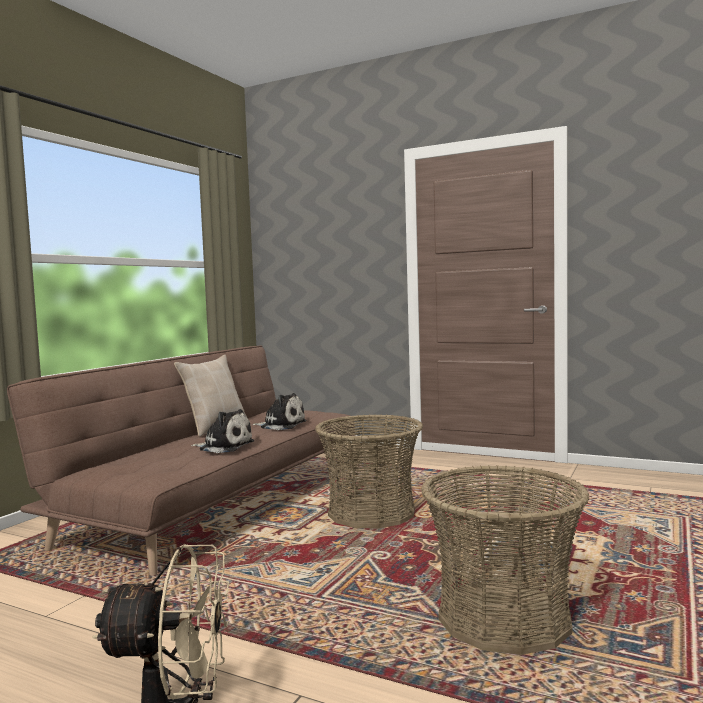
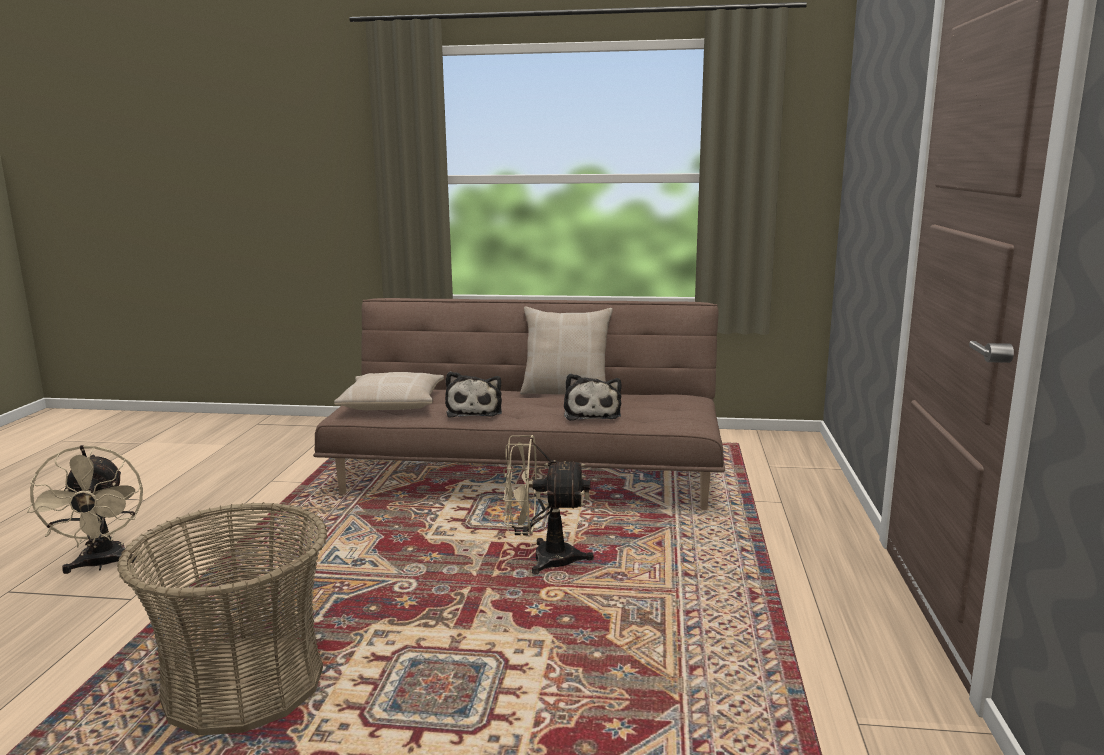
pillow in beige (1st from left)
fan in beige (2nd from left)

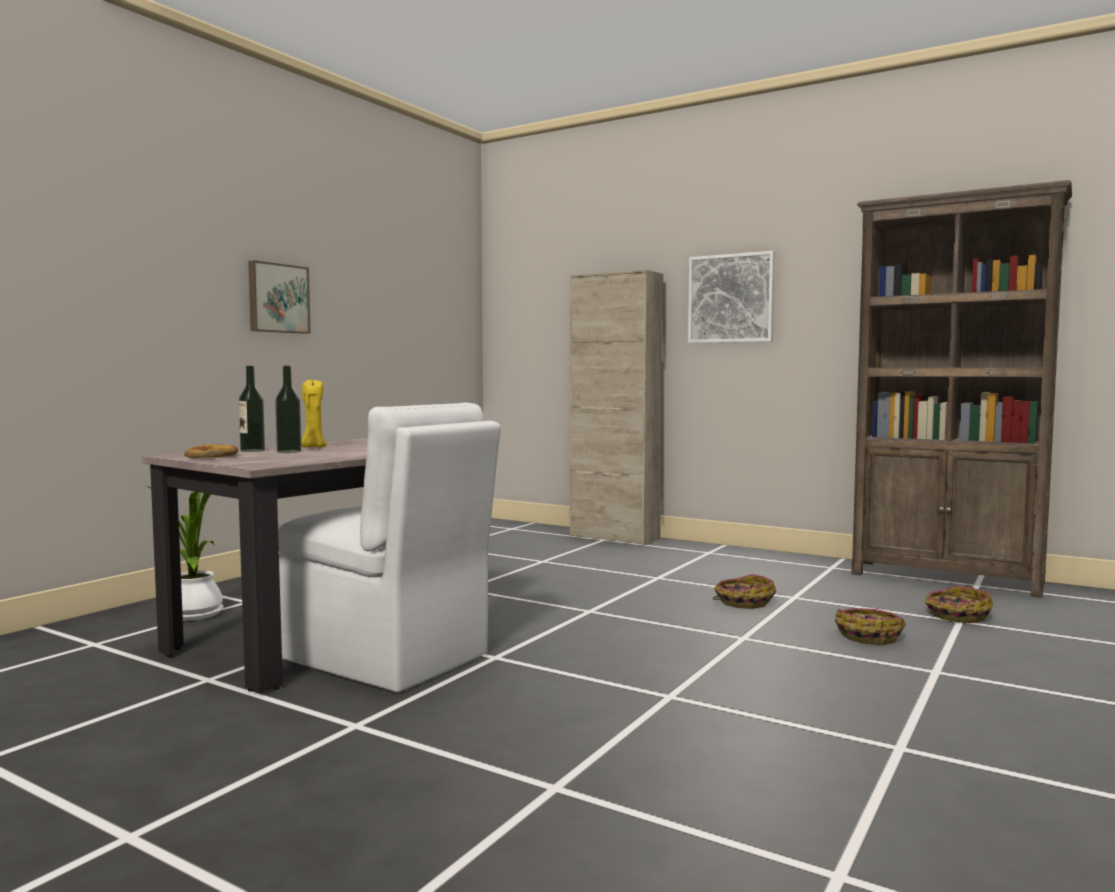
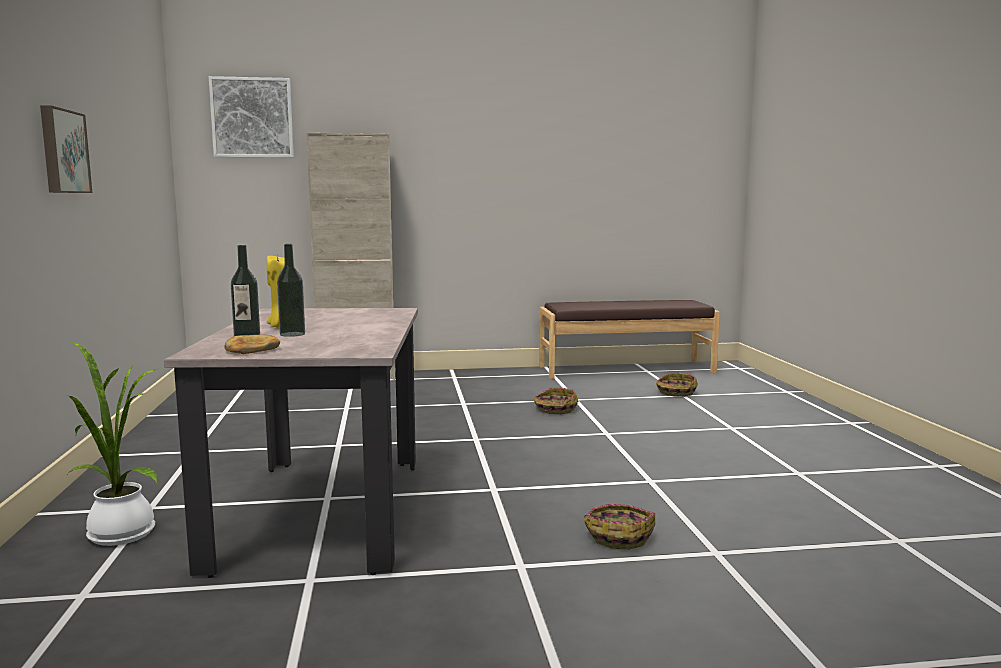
picture (2nd from left)
bench in brown
basket (2nd from left)
chair in white

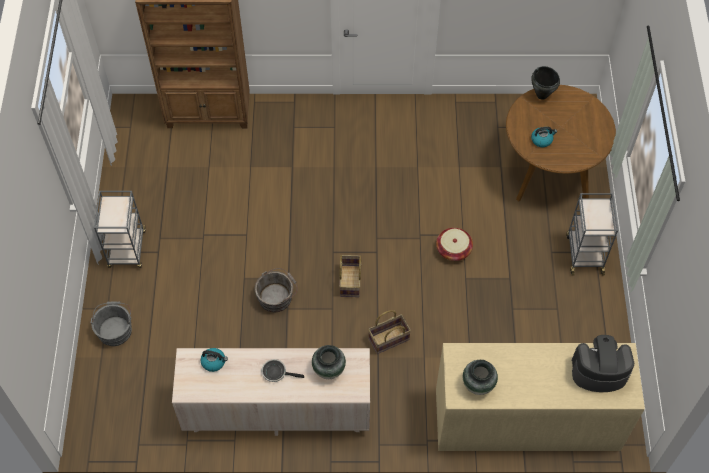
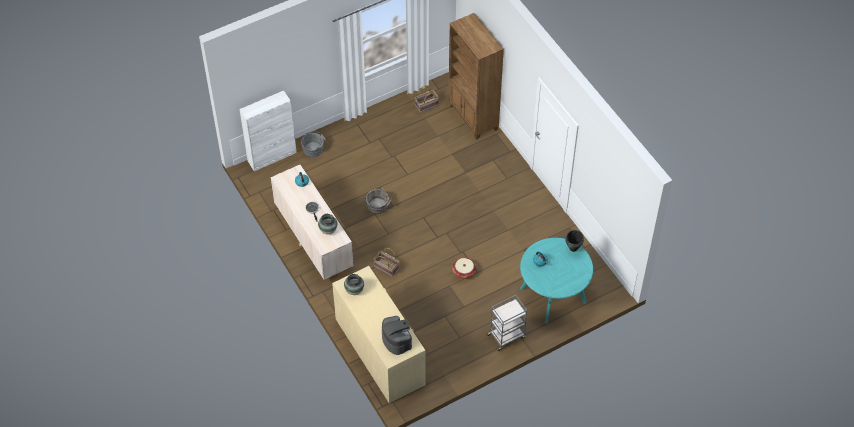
cabinet in white
basket (2nd from left)
dining table in turquoise
cart in grey (1st from left in the first image)

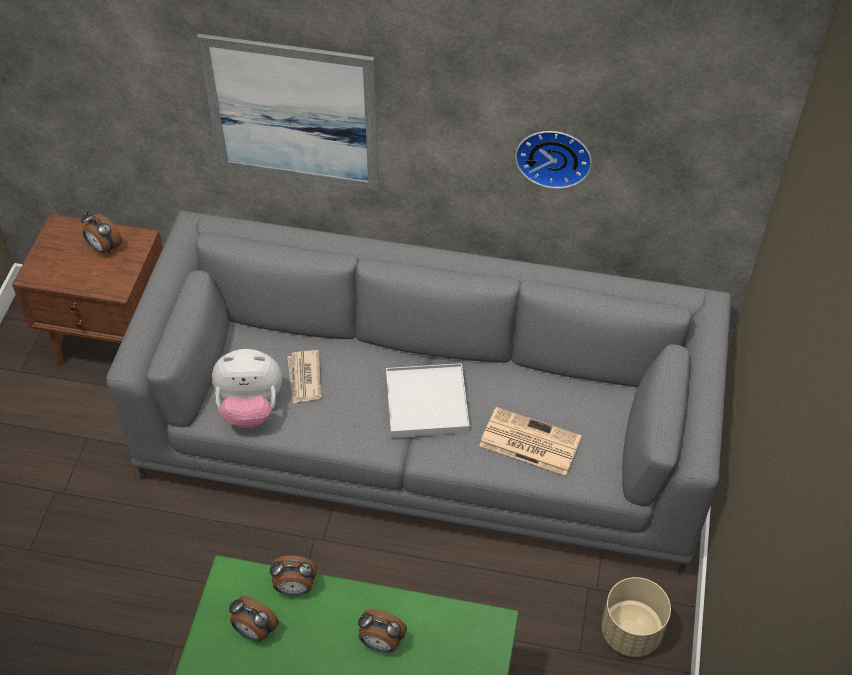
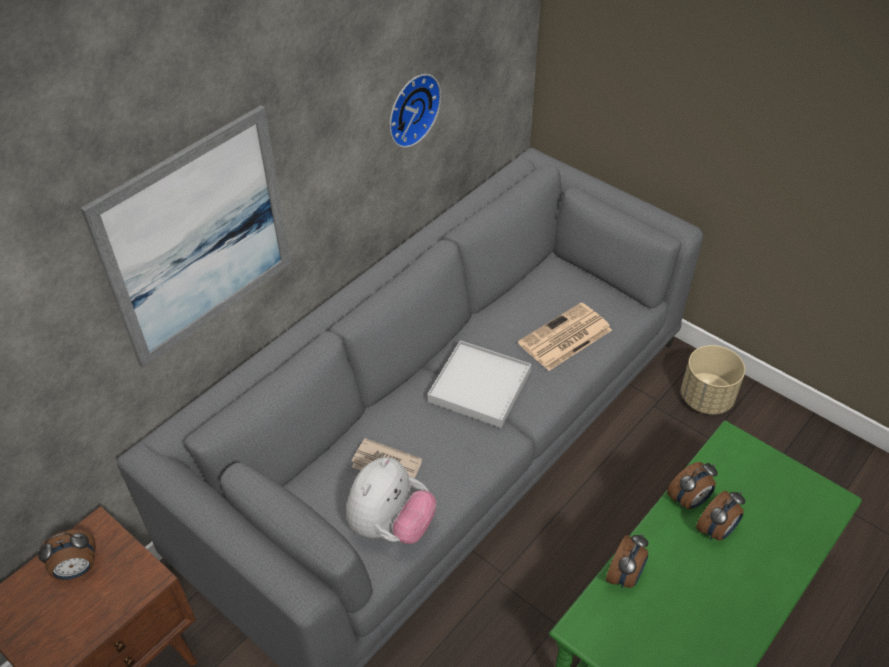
alarm clock (3rd from left)

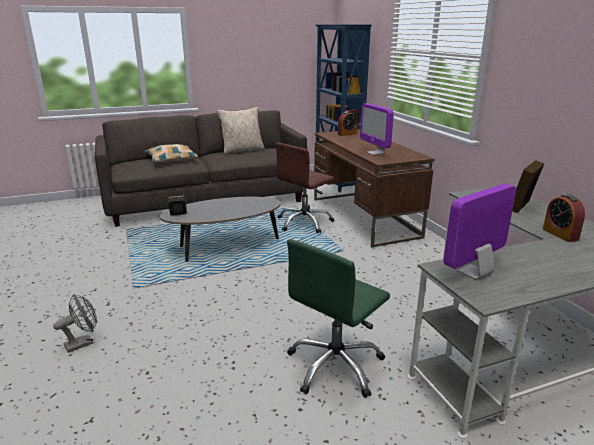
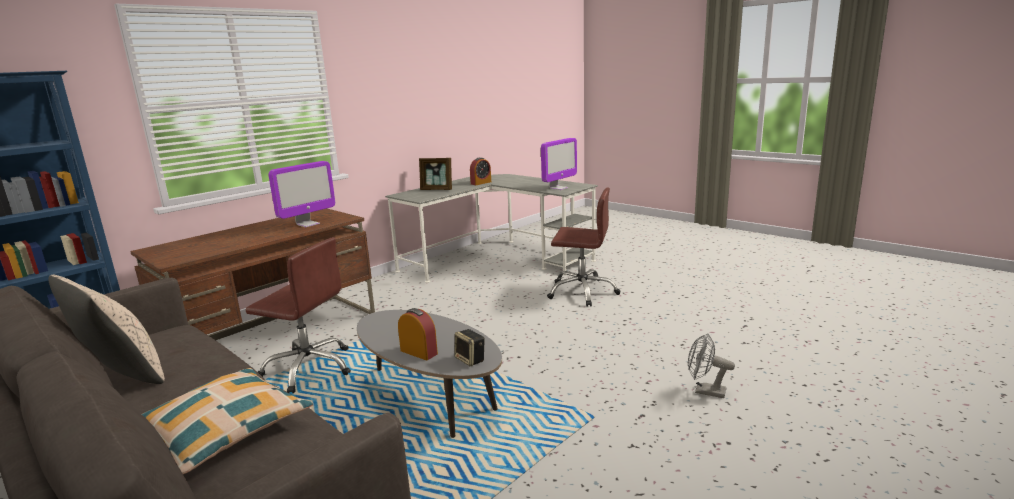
alarm clock (1st from left)
monitor (2nd from left)
office chair in brown (2nd from left)

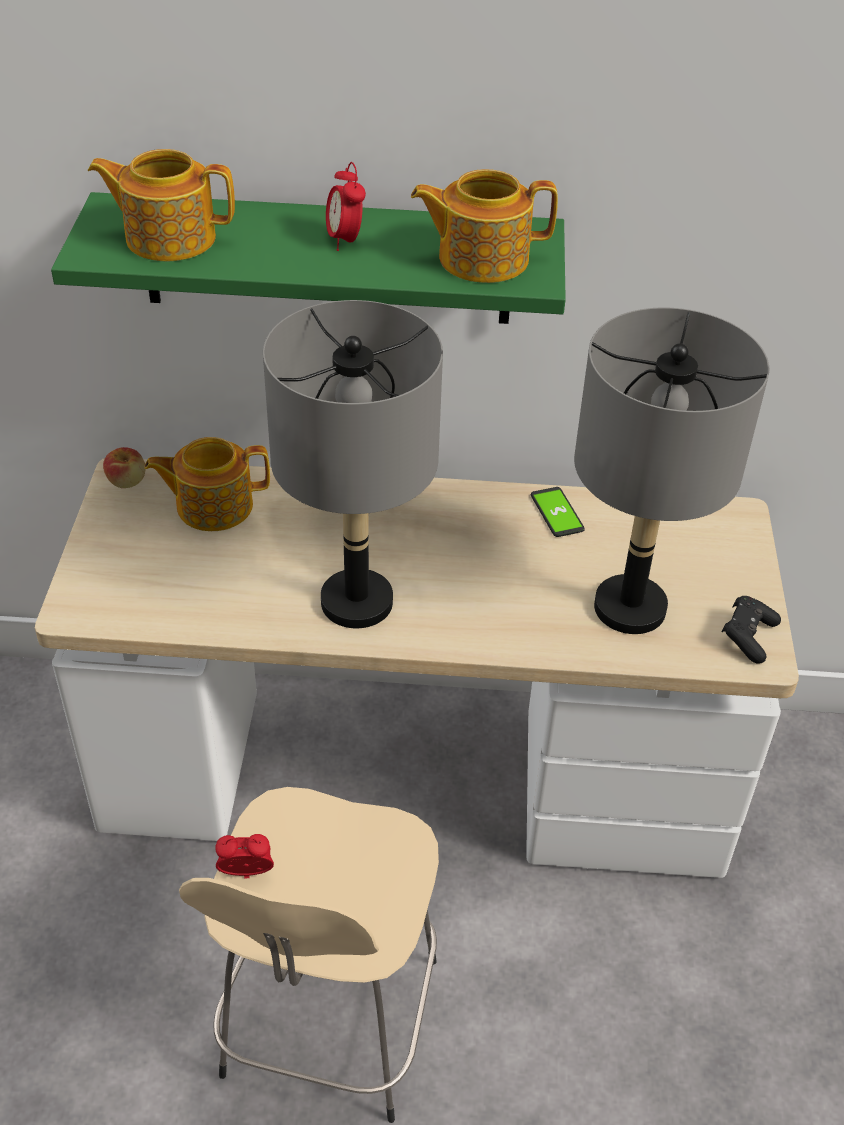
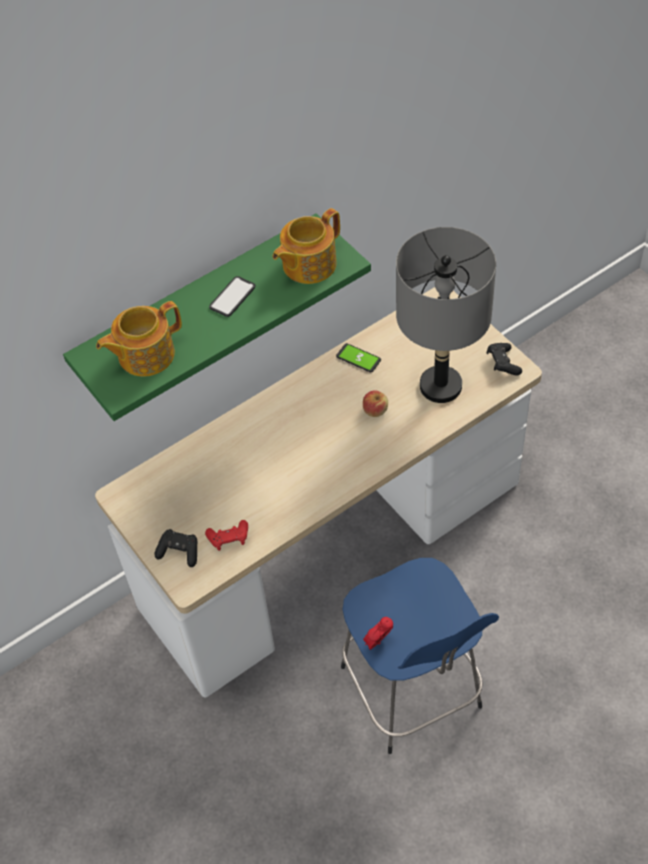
game controller in black (1st from left)
game controller in red
phone (1st from left)
stool in blue
apple
teapot (2nd from left in the first image)
table lamp in grey (1st from left in the first image)

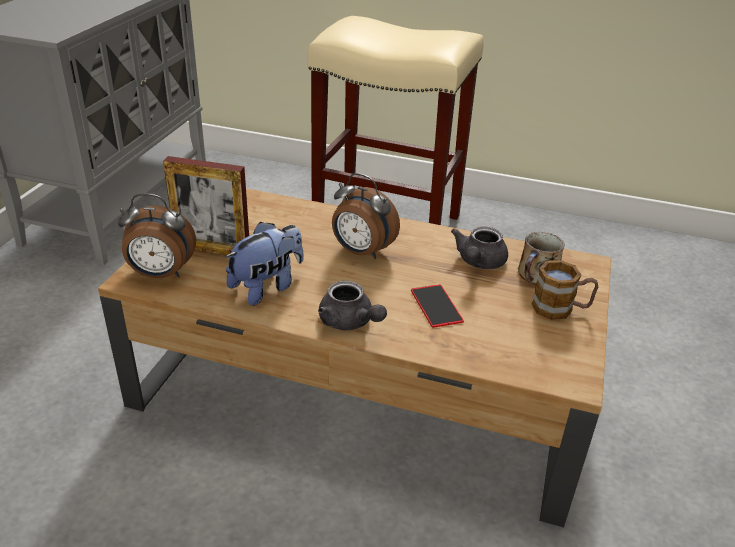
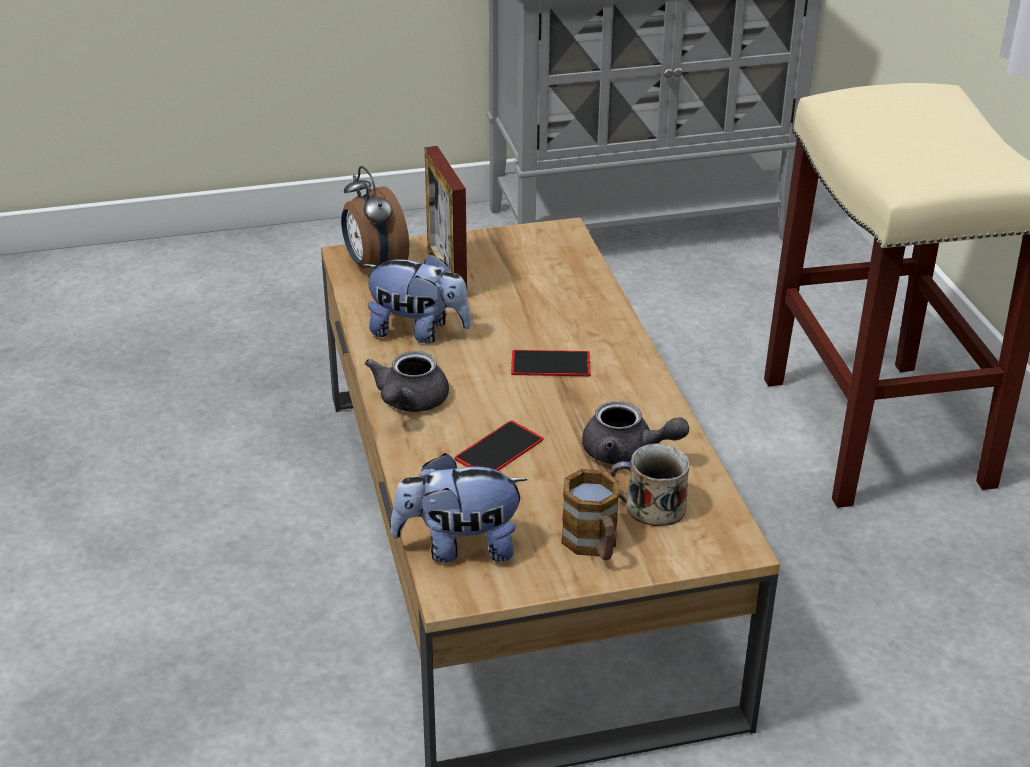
plush toy (2nd from left)
phone (2nd from left)
teapot in grey (2nd from left)

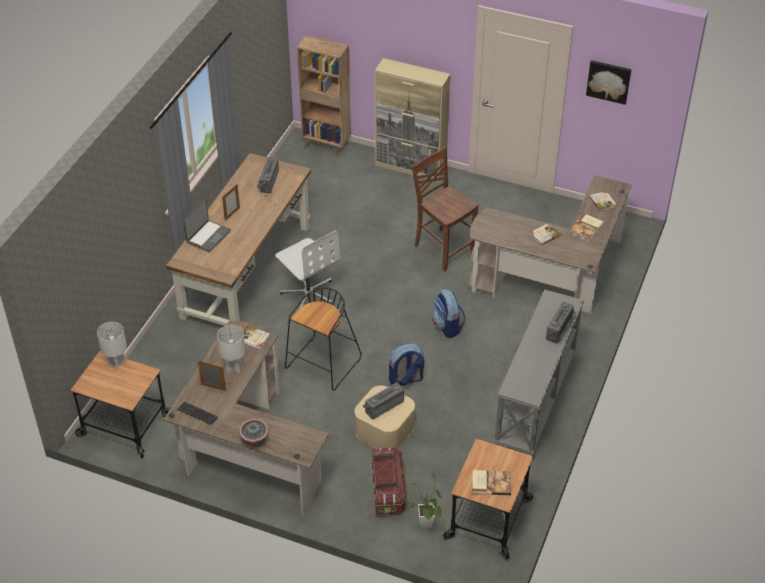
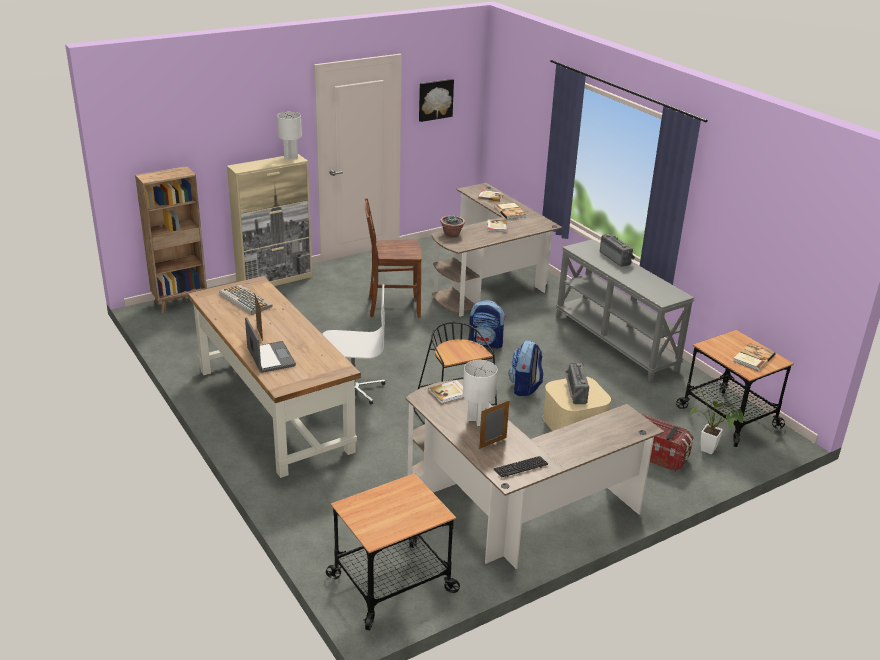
keyboard (1st from left)
table lamp in white (1st from left)
potted plant (1st from left)

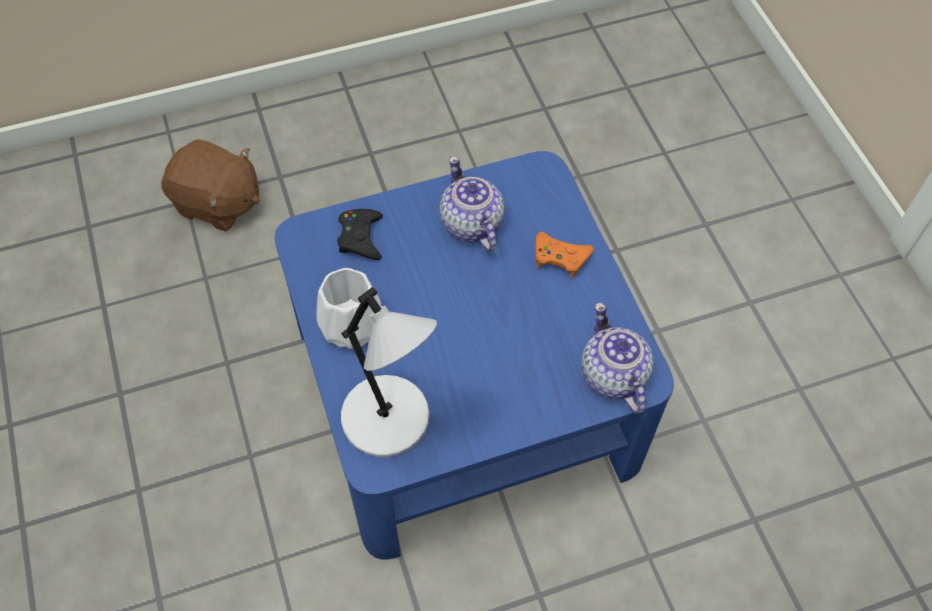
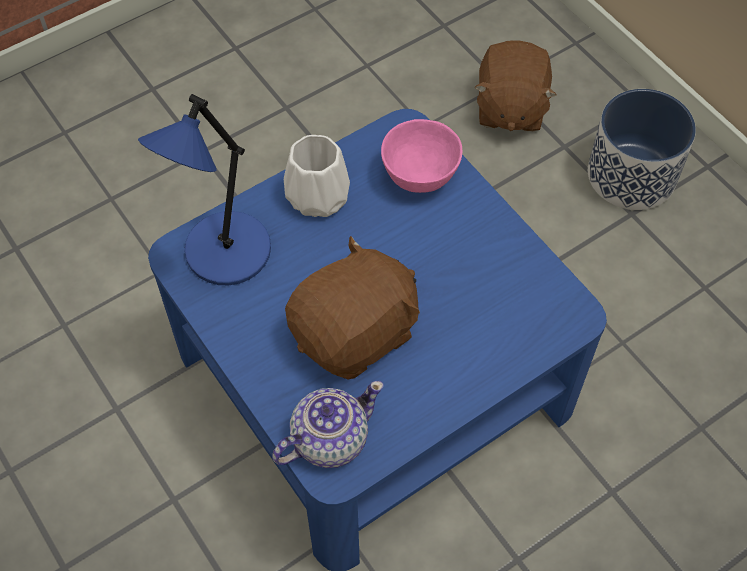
table lamp in blue
plush toy in brown (1st from left)
bowl in pink
planter
teapot (1st from left in the first image)
game controller in orange

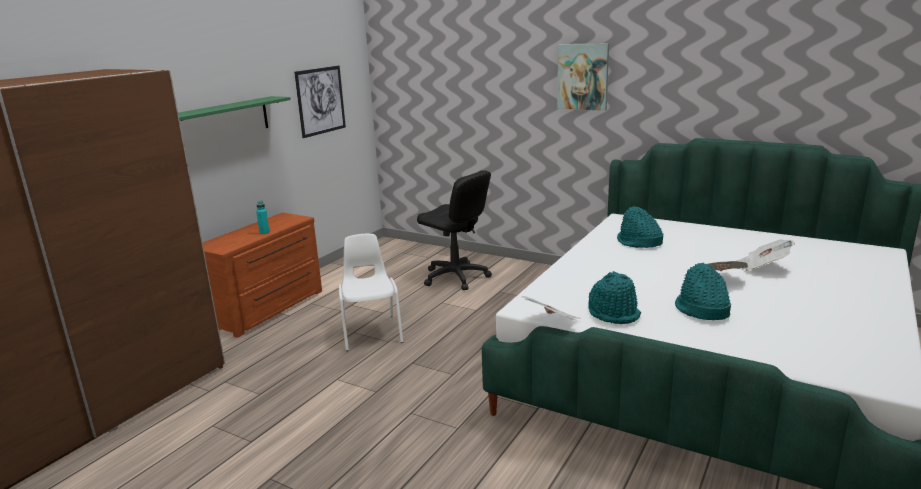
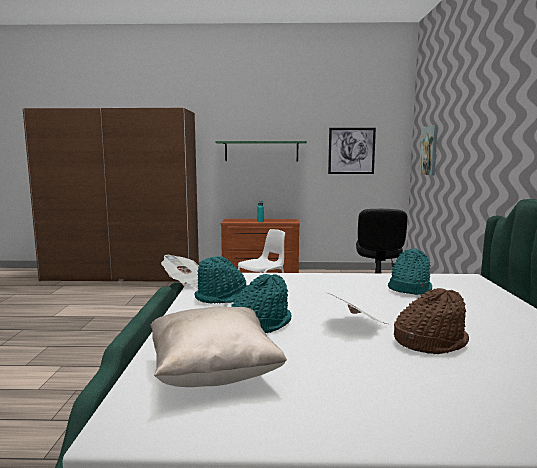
pillow in beige
hat in brown
picture (2nd from left)

